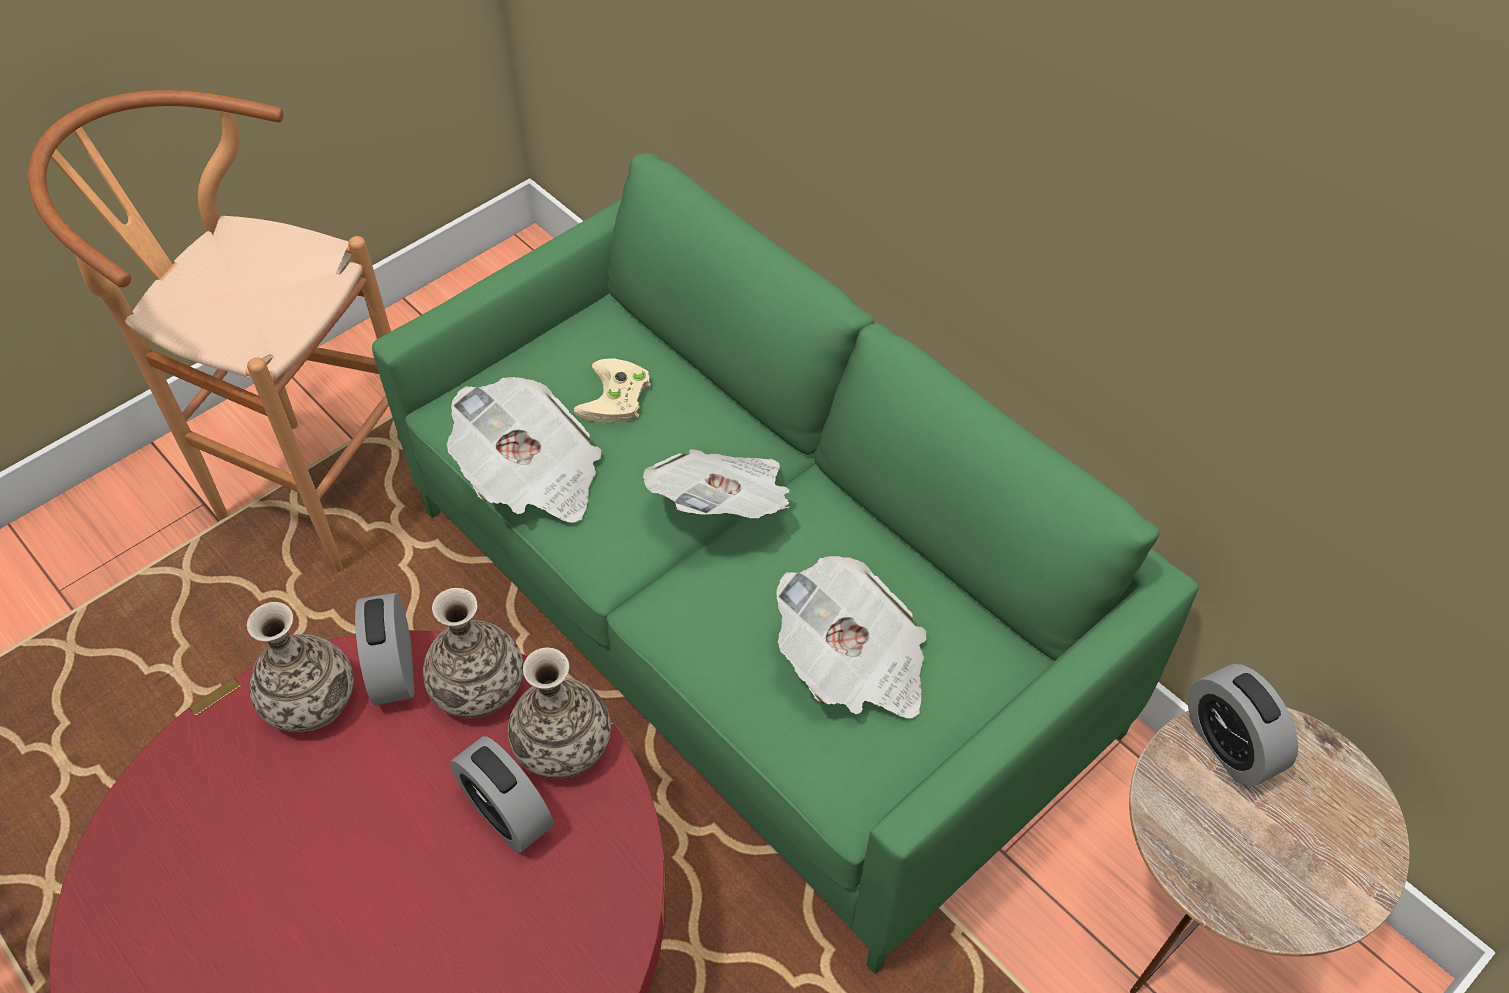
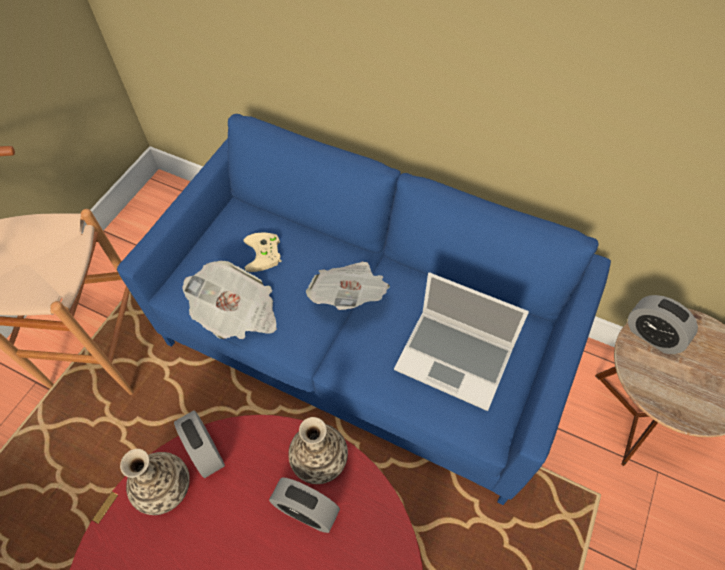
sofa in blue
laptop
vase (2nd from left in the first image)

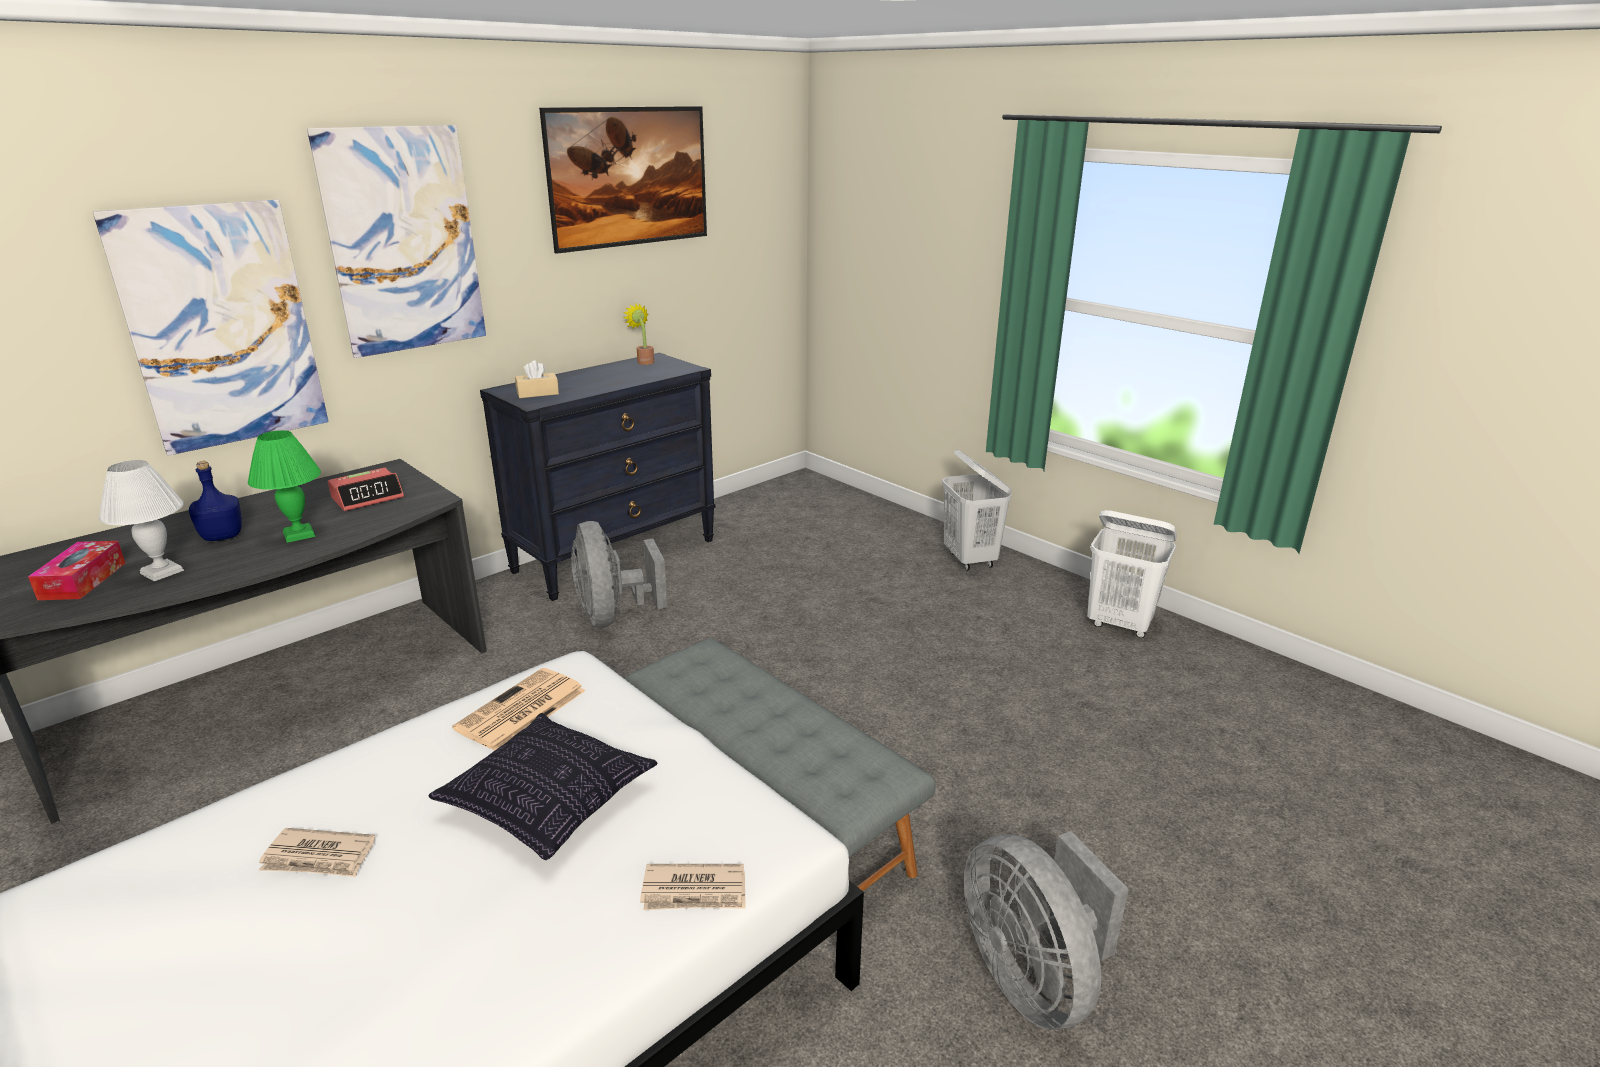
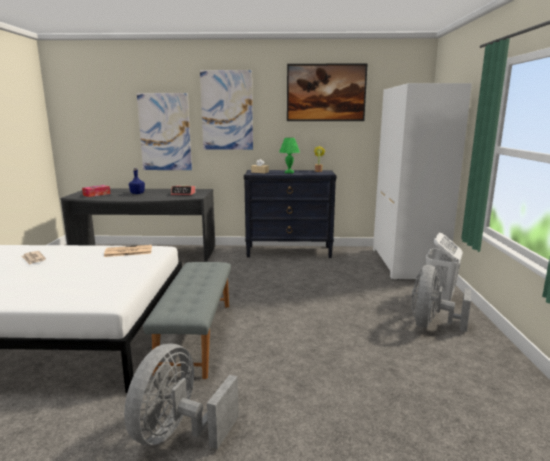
table lamp in green
wardrobe in white
fan in grey (2nd from left)
table lamp in white
pillow
newspaper (3rd from left in the first image)
laundry basket in white (2nd from left in the first image)

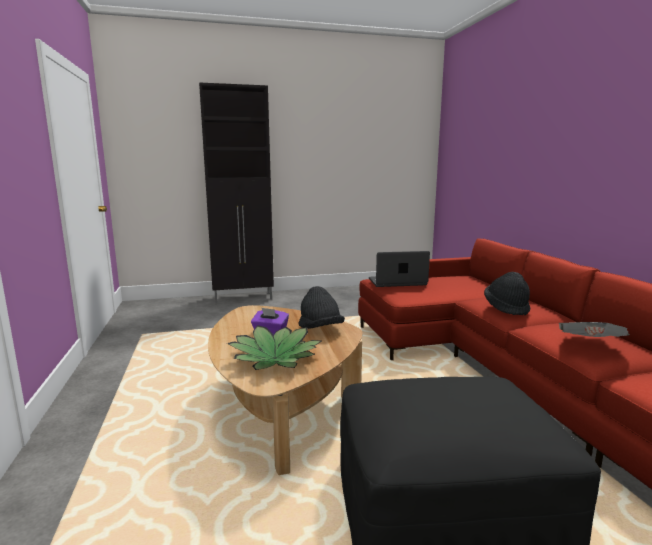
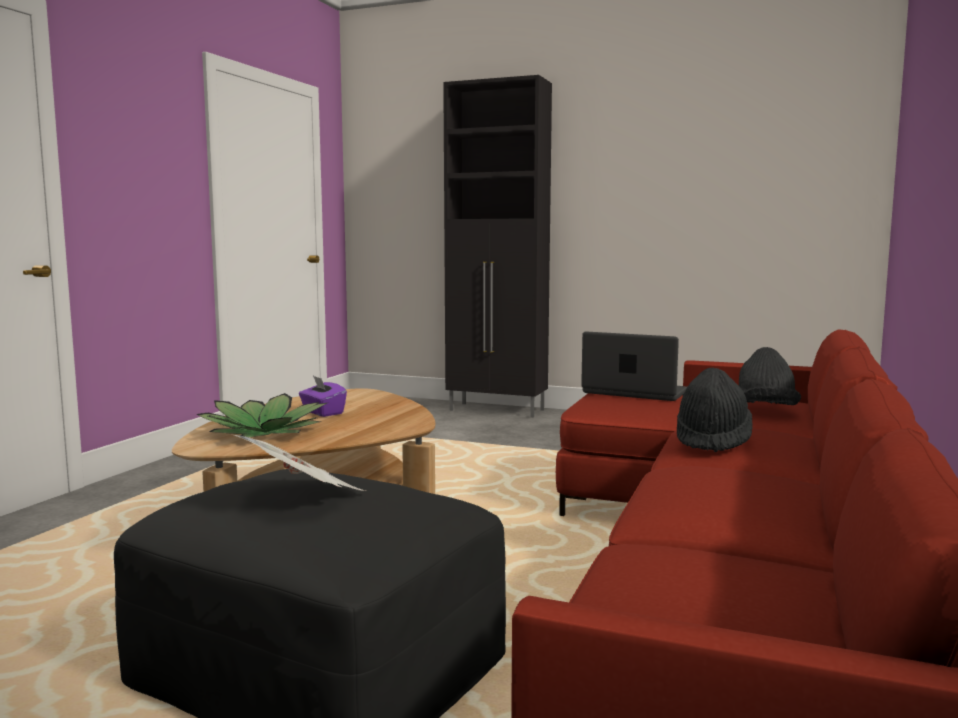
newspaper
hat in black (2nd from left)

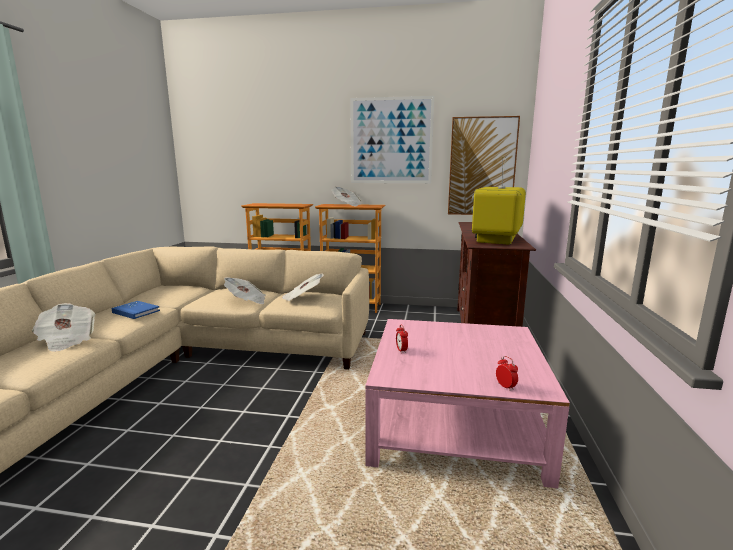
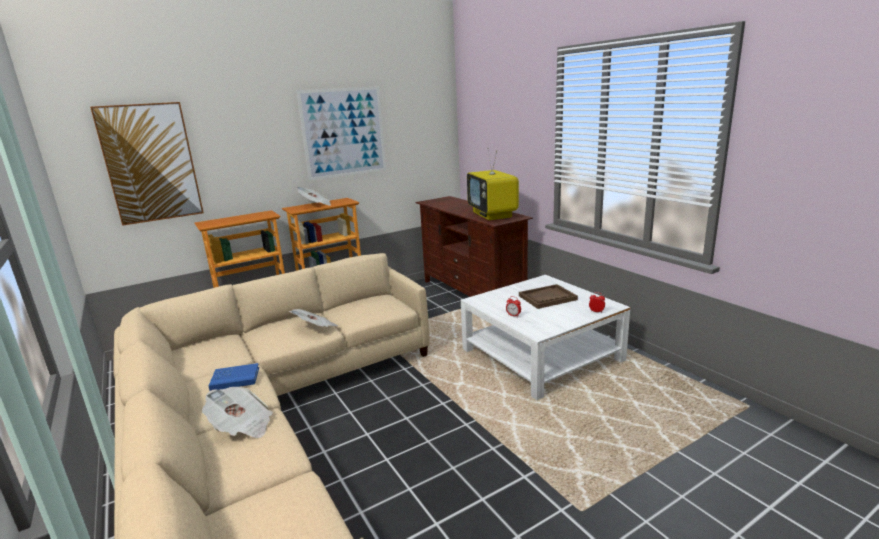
picture (1st from left)
coffee table in white
tray in brown
newspaper (3rd from left in the first image)

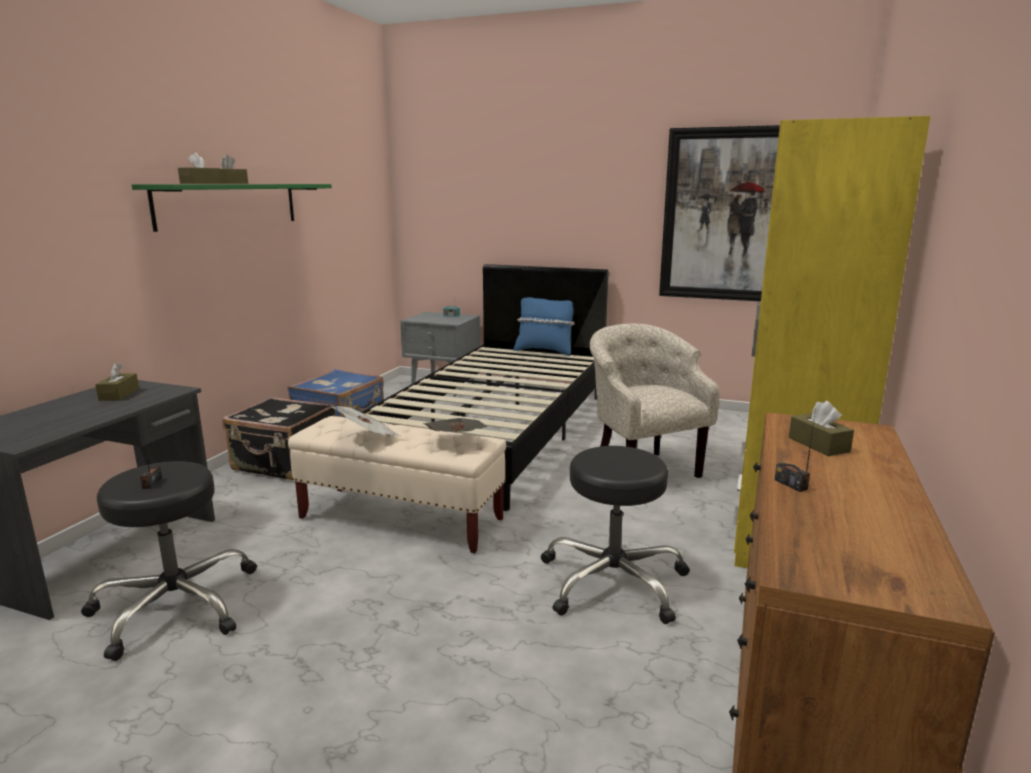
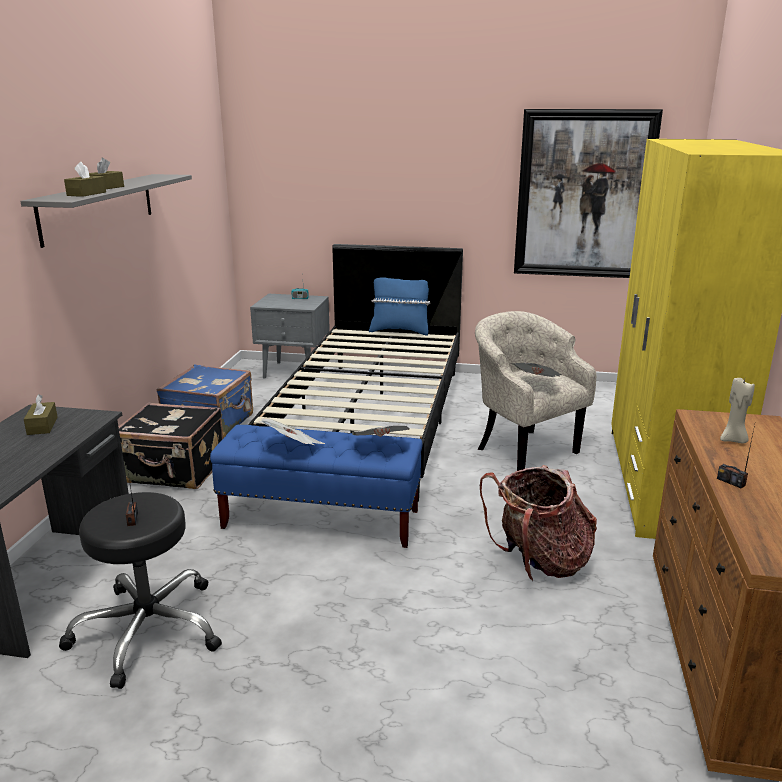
shelf in grey
bench in blue
backpack
newspaper (3rd from left)
candle in beige

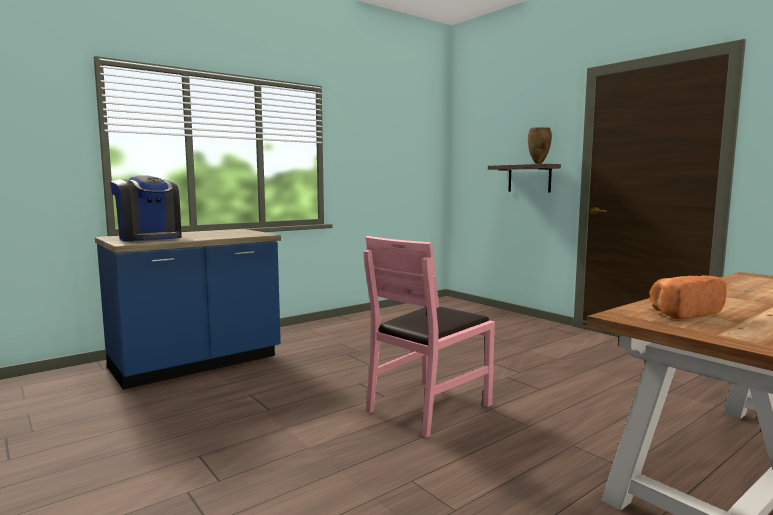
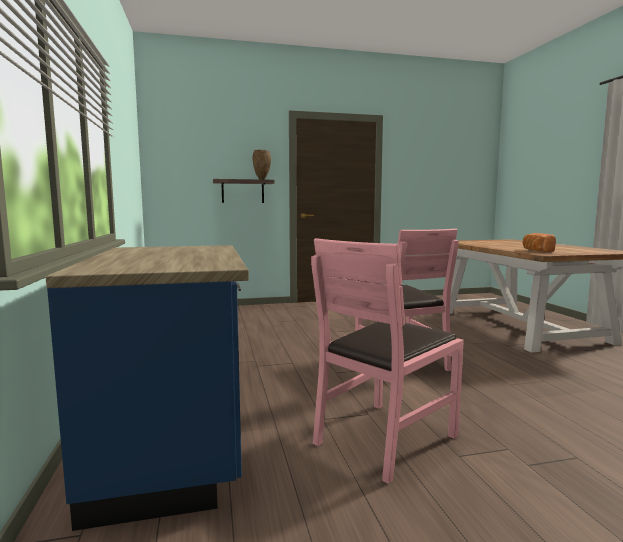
chair in pink (1st from left)
coffee machine

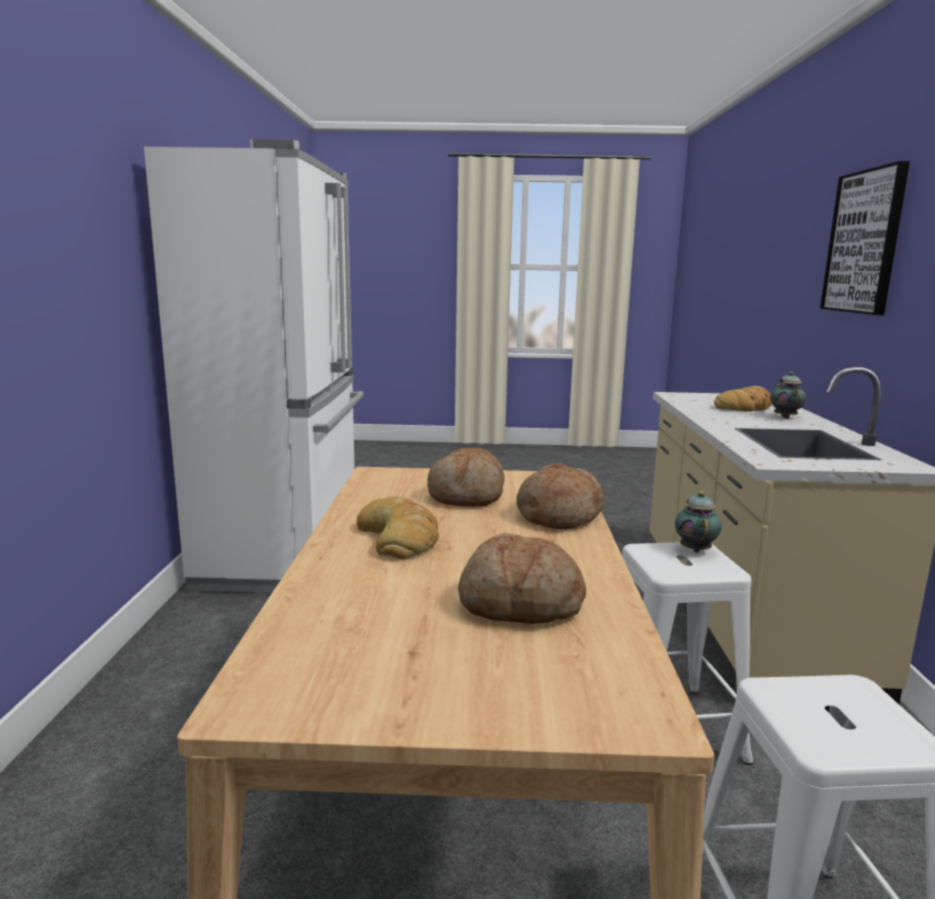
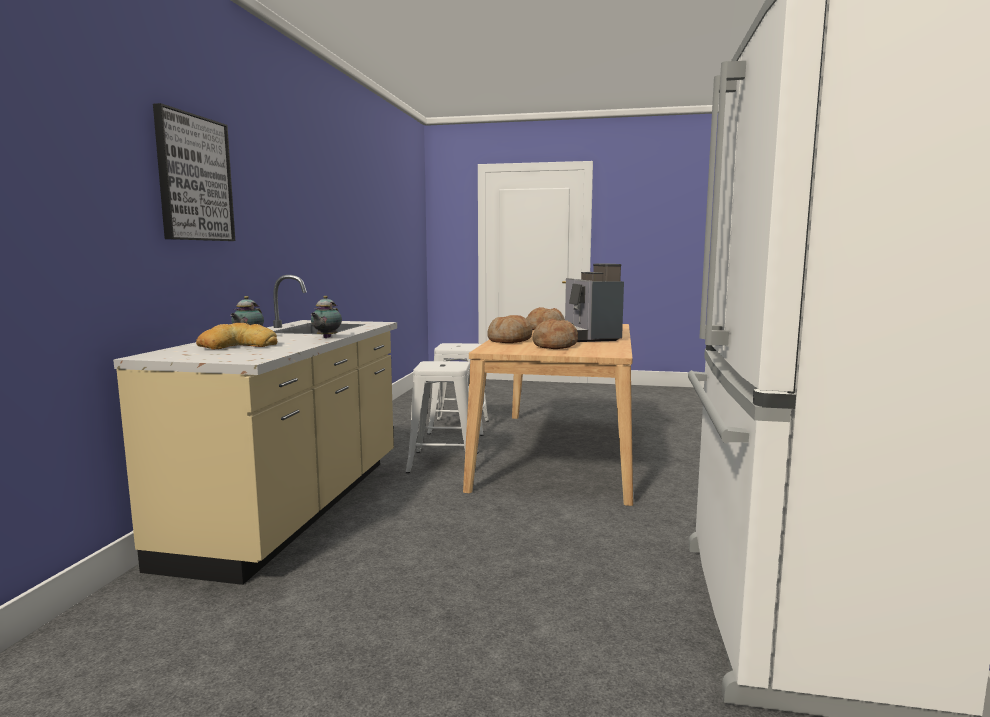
teapot (2nd from left)
coffee machine

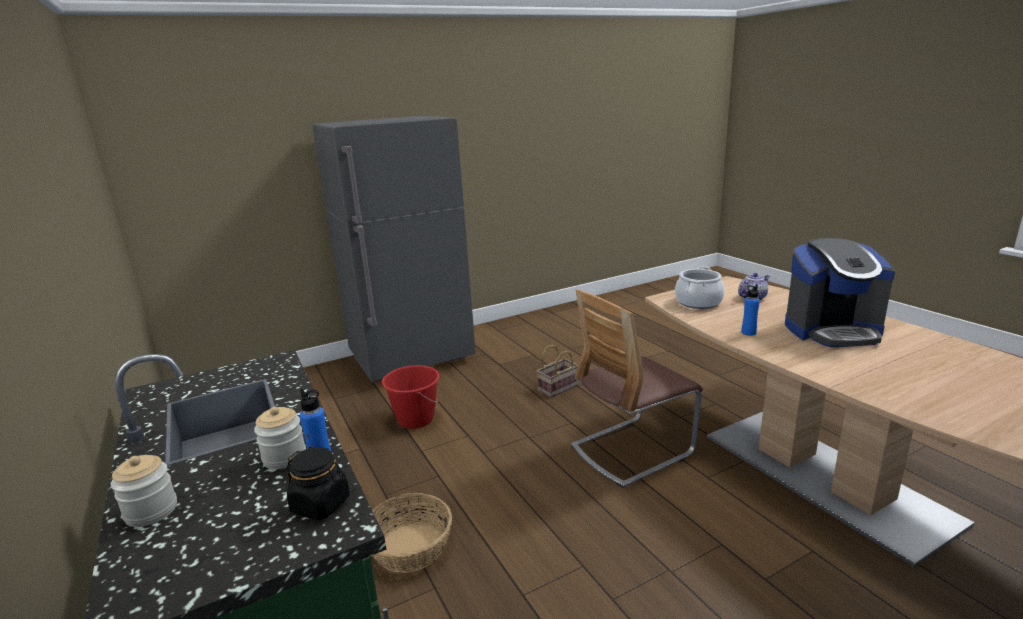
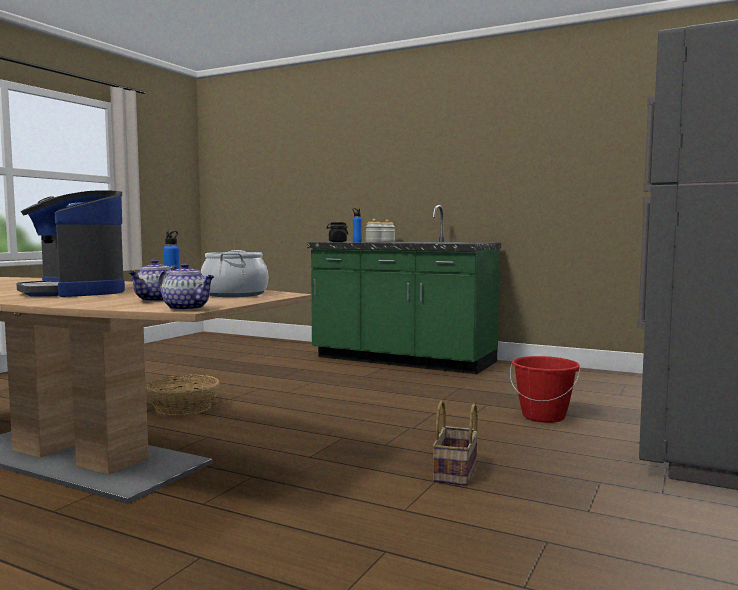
coffee machine
basket (1st from left)
teapot (2nd from left)
chair

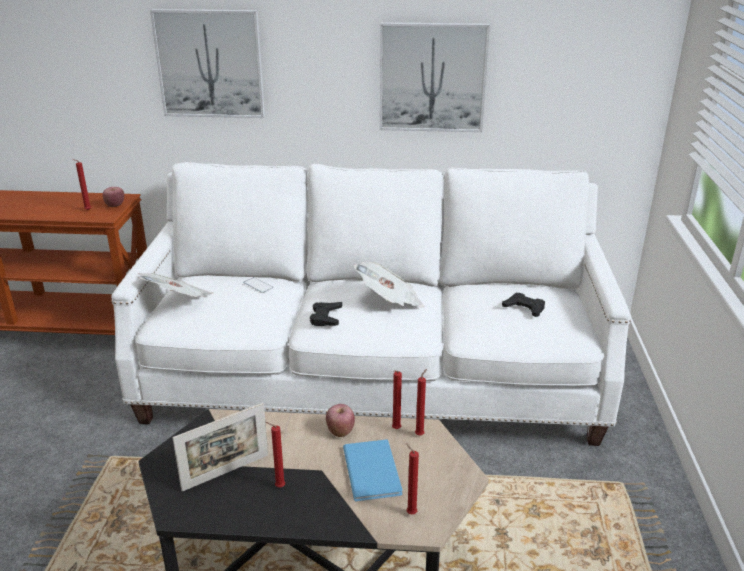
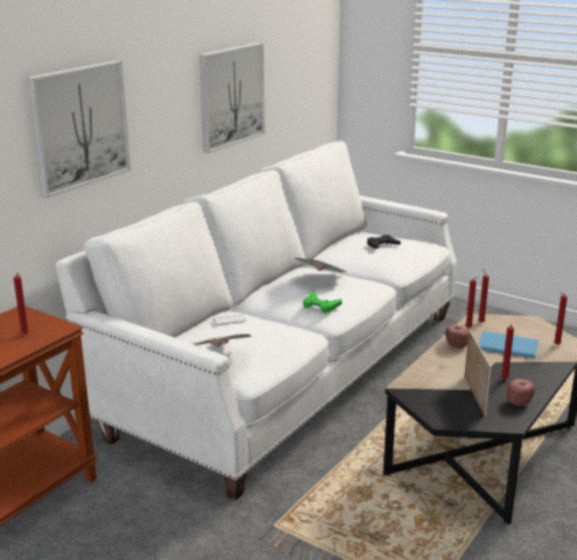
game controller in green
apple (2nd from left)

